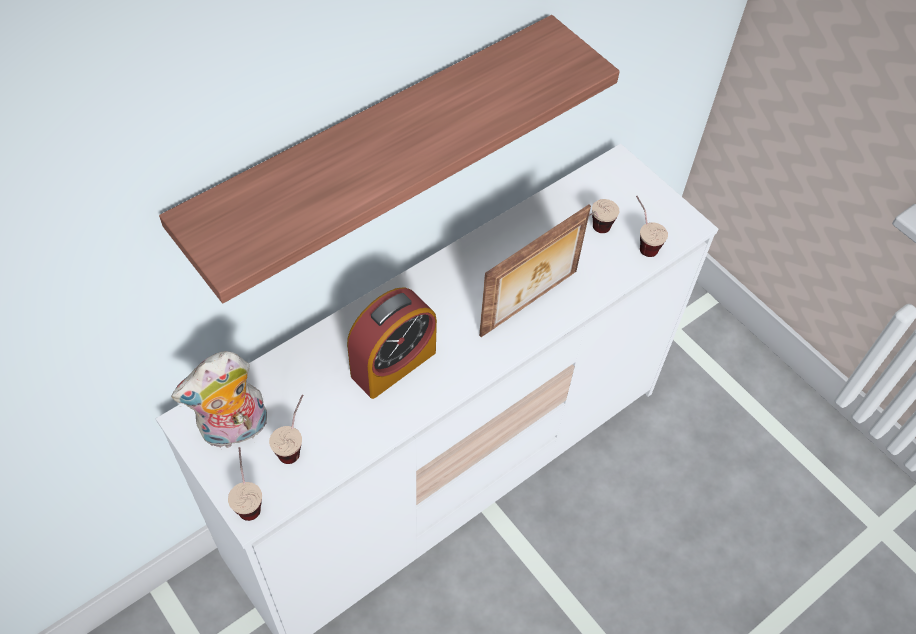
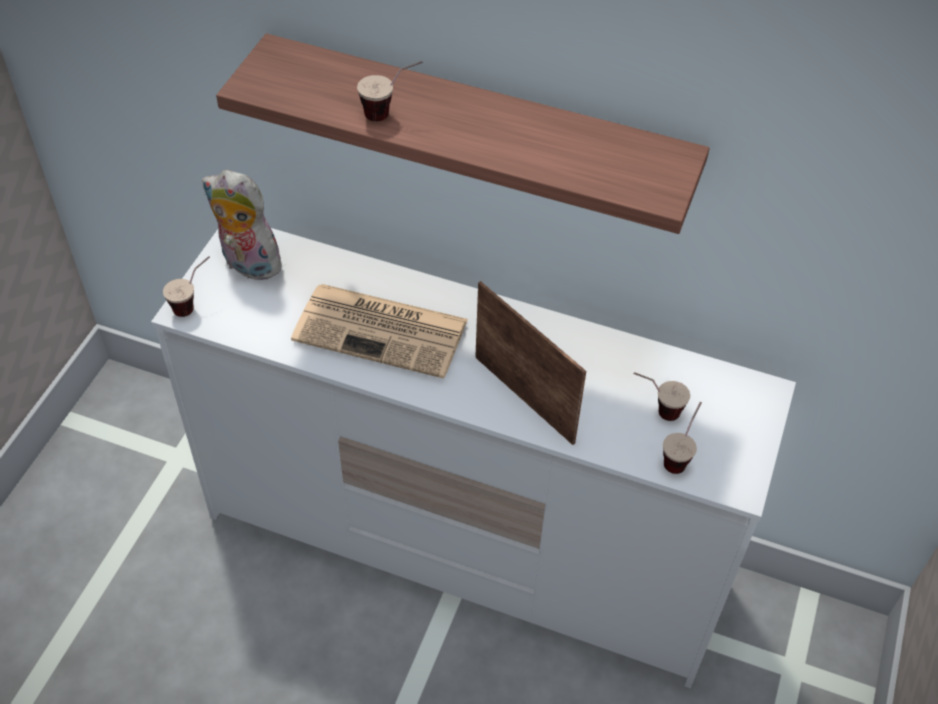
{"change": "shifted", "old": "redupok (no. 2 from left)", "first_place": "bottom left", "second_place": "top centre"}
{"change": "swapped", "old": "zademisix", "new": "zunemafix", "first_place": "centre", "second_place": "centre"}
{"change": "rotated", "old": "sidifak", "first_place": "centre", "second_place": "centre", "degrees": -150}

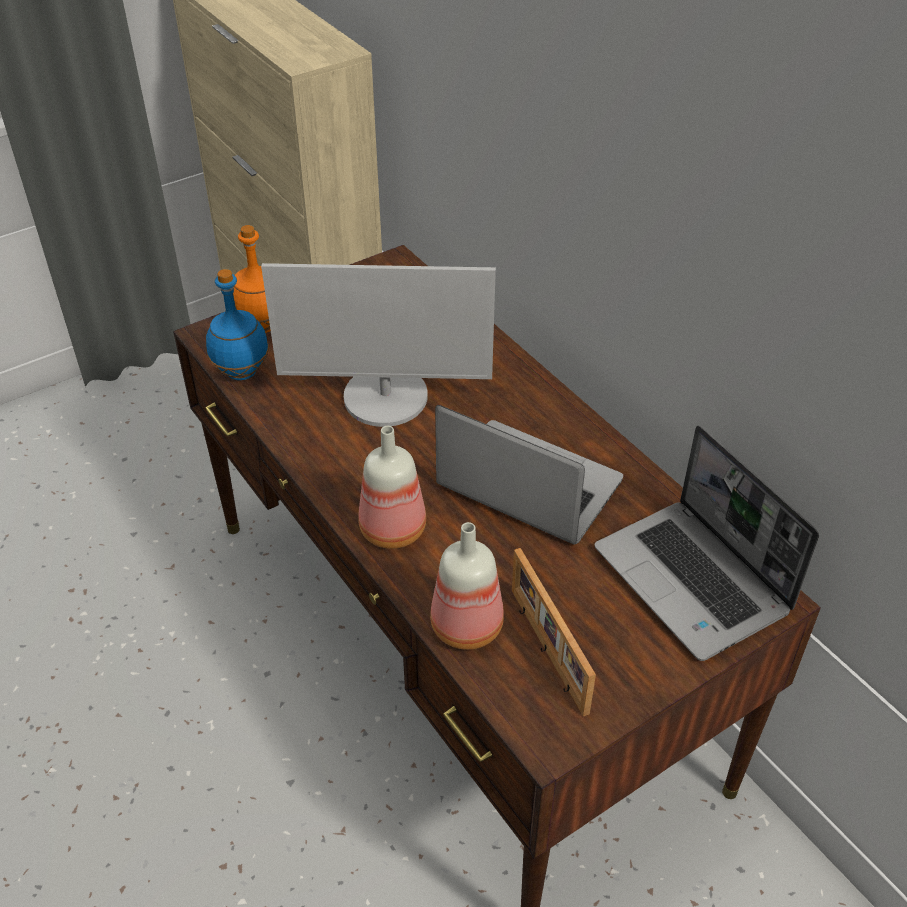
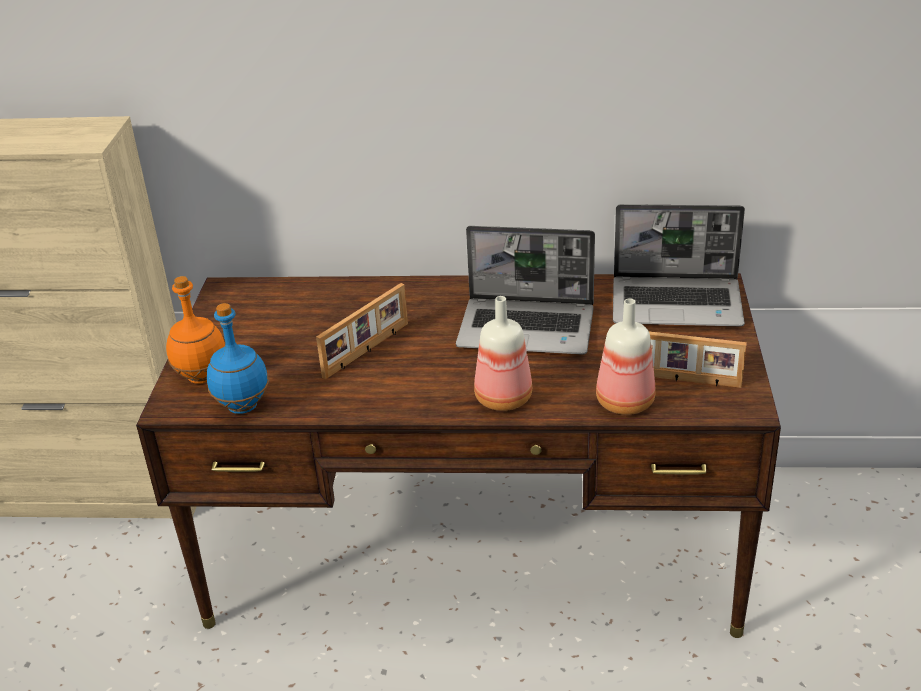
{"change": "swapped", "old": "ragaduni", "new": "sidifak (no. 1 from left)", "first_place": "centre", "second_place": "centre"}
{"change": "rotated", "old": "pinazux (no. 1 from left)", "first_place": "centre", "second_place": "centre", "degrees": -150}

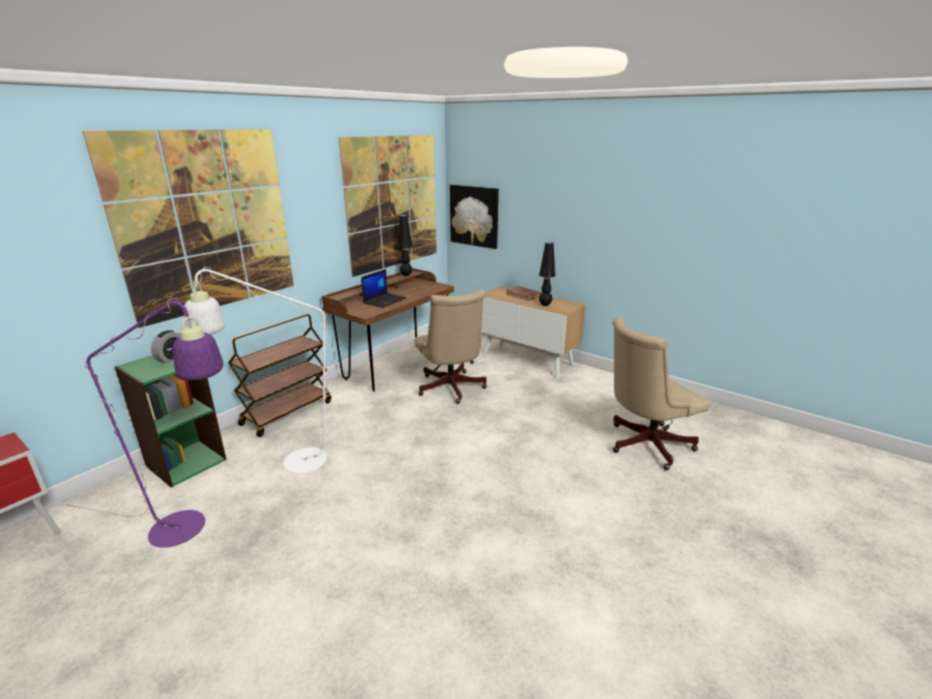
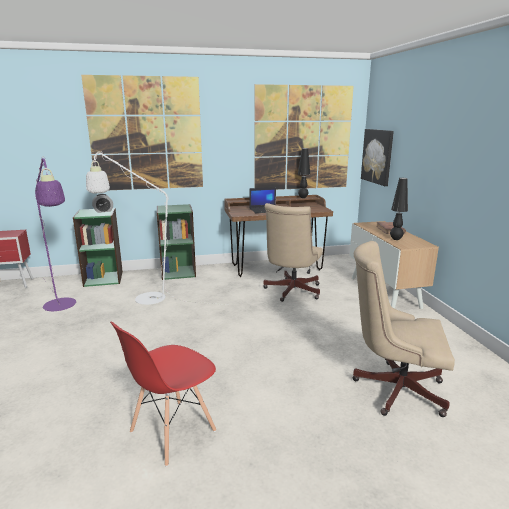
{"change": "new", "new": "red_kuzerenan", "second_place": "bottom left"}
{"change": "swapped", "old": "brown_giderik", "new": "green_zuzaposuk (no. 2 from left)", "first_place": "middle left", "second_place": "centre"}

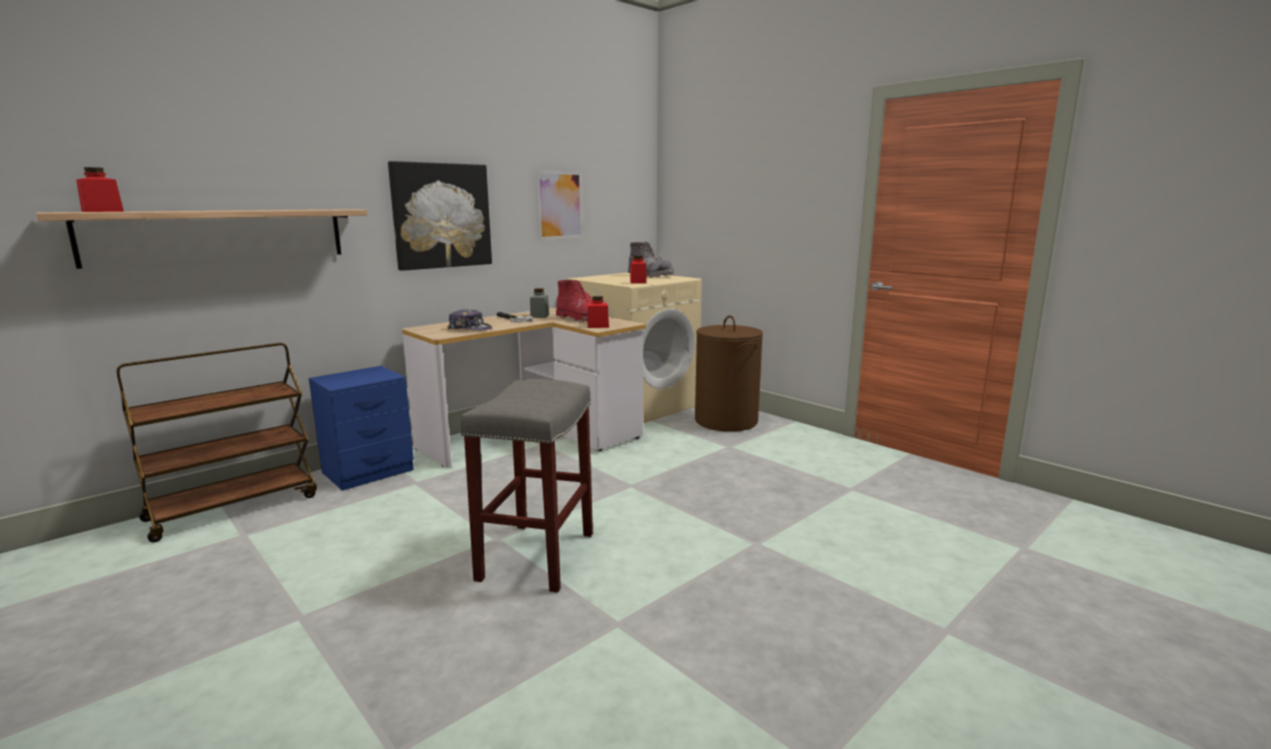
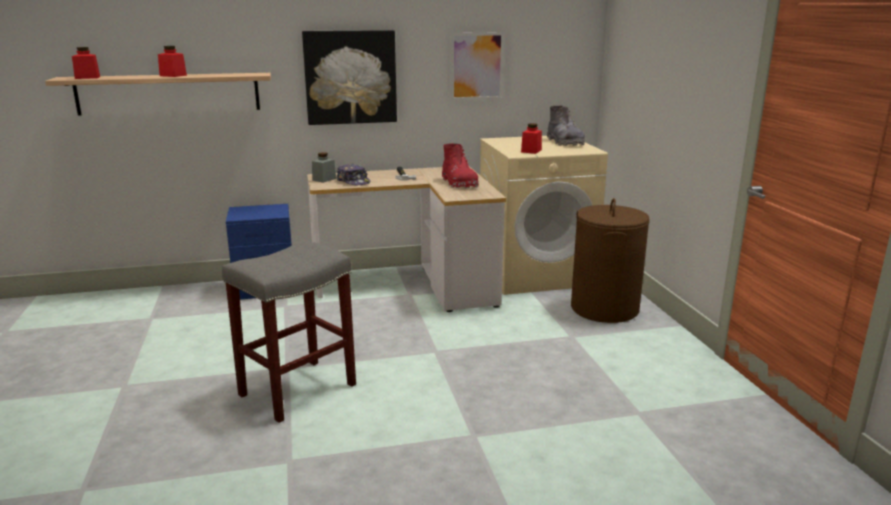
{"change": "gone", "old": "brown_giderik", "first_place": "middle left"}
{"change": "shifted", "old": "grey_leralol", "first_place": "centre", "second_place": "top centre"}
{"change": "shifted", "old": "red_leralol (no. 2 from left)", "first_place": "centre", "second_place": "top left"}

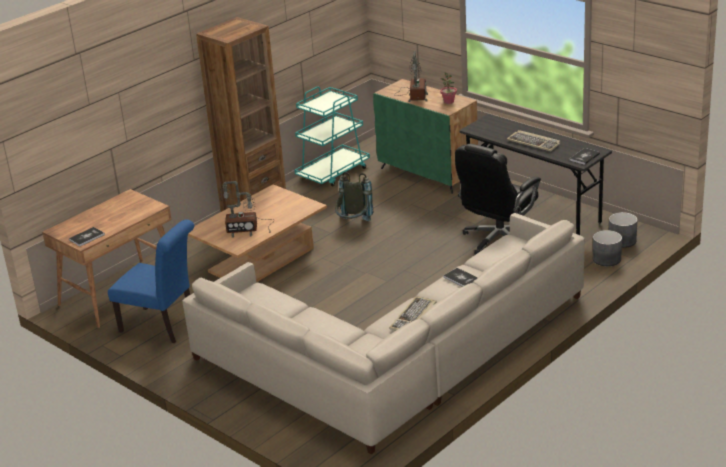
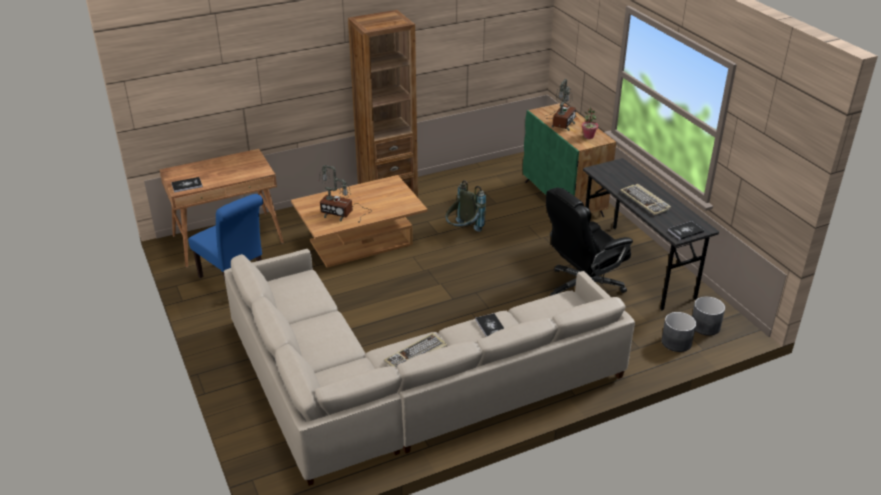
{"change": "gone", "old": "turquoise_giderik", "first_place": "top centre"}

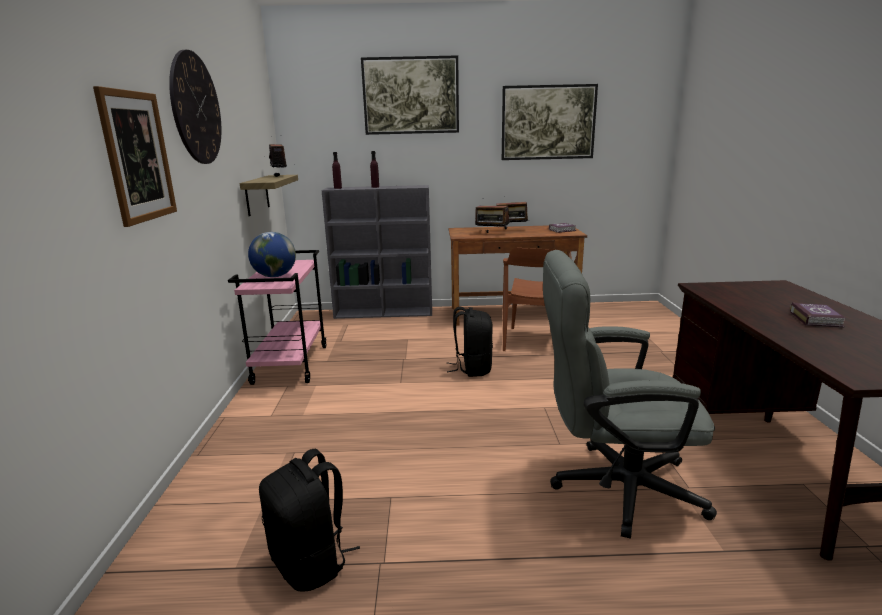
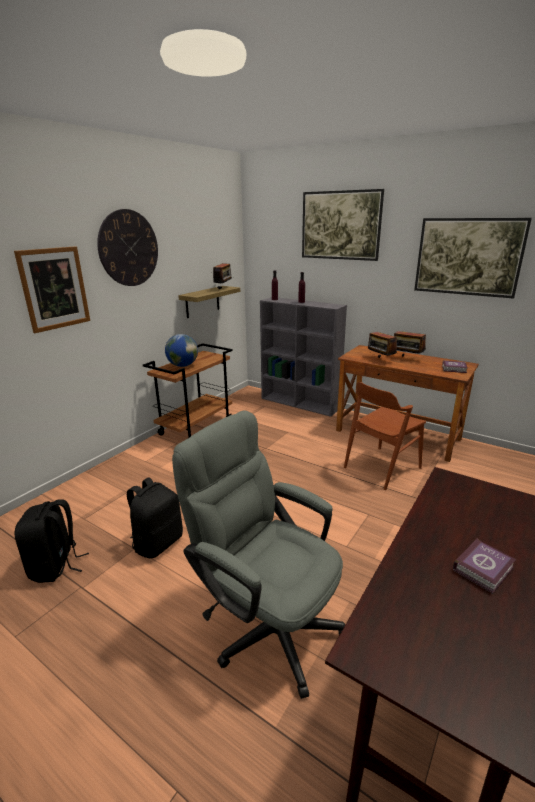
{"change": "shifted", "old": "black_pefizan (no. 2 from left)", "first_place": "centre", "second_place": "middle left"}
{"change": "repainted", "old": "pink_giderik", "new": "brown_giderik", "first_place": "middle left", "second_place": "centre"}

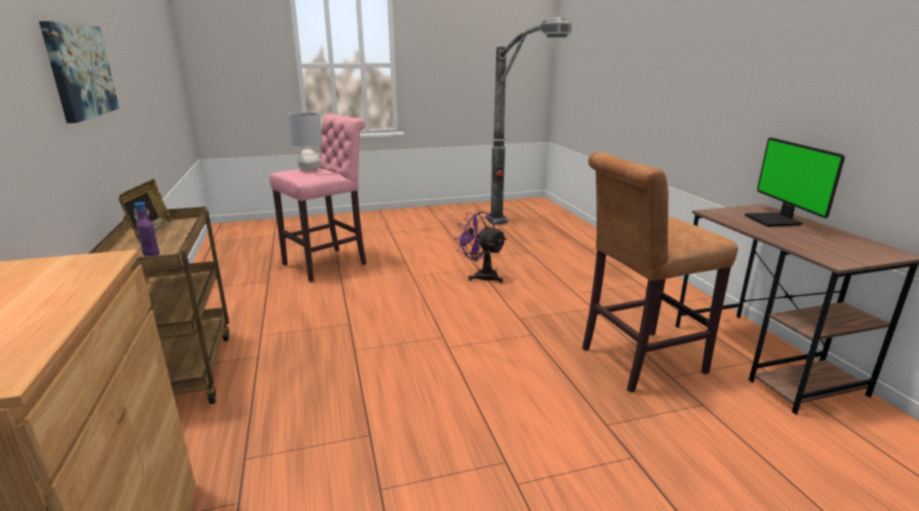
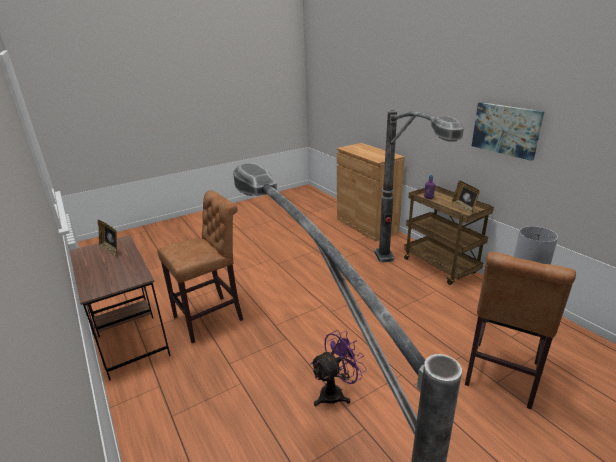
{"change": "gone", "old": "ragaduni", "first_place": "middle right"}
{"change": "new", "new": "sidifak (no. 1 from left)", "second_place": "middle left"}
{"change": "new", "new": "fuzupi (no. 2 from left)", "second_place": "middle right"}
{"change": "repainted", "old": "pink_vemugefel", "new": "brown_vemugefel (no. 2 from left)", "first_place": "centre", "second_place": "bottom right"}
{"change": "rotated", "old": "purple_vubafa", "first_place": "centre", "second_place": "bottom centre", "degrees": -60}

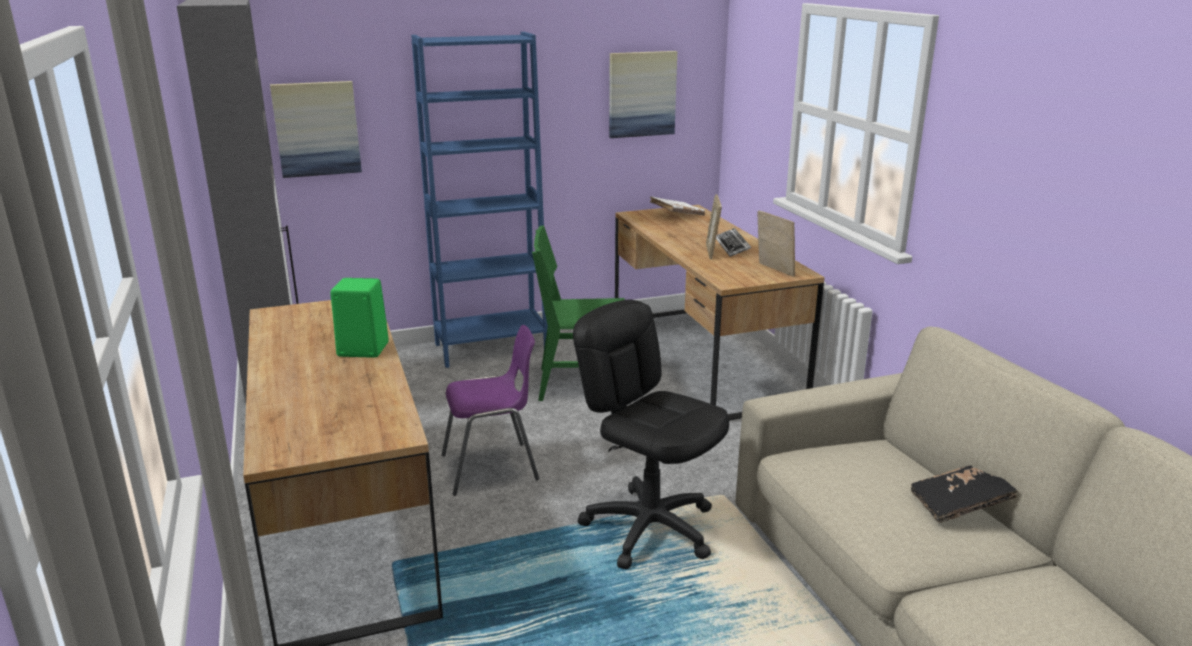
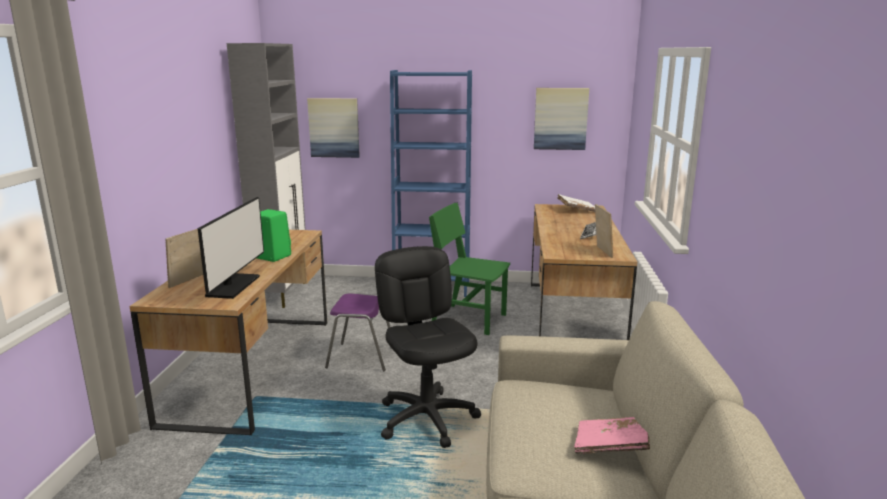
{"change": "new", "new": "ragaduni", "second_place": "middle left"}
{"change": "shifted", "old": "sidifak (no. 1 from left)", "first_place": "centre", "second_place": "middle left"}
{"change": "repainted", "old": "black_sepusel", "new": "pink_sepusel", "first_place": "bottom right", "second_place": "bottom right"}

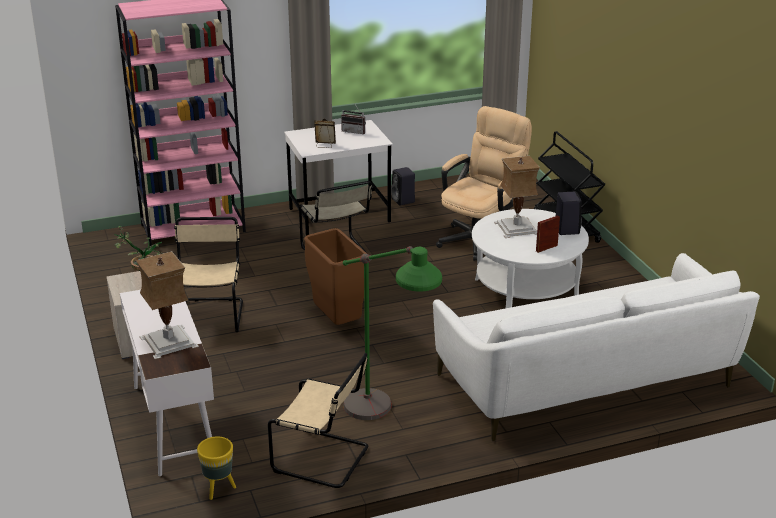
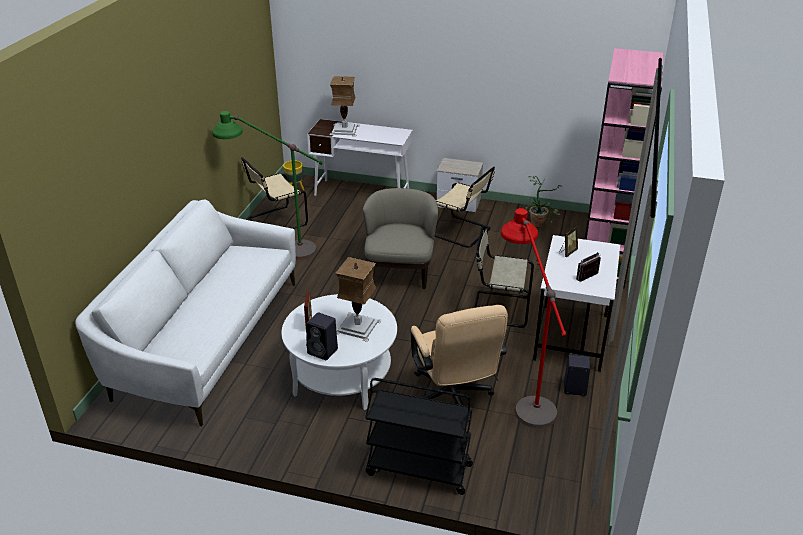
{"change": "new", "new": "red_fuzupi", "second_place": "centre"}
{"change": "swapped", "old": "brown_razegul", "new": "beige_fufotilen", "first_place": "centre", "second_place": "centre"}

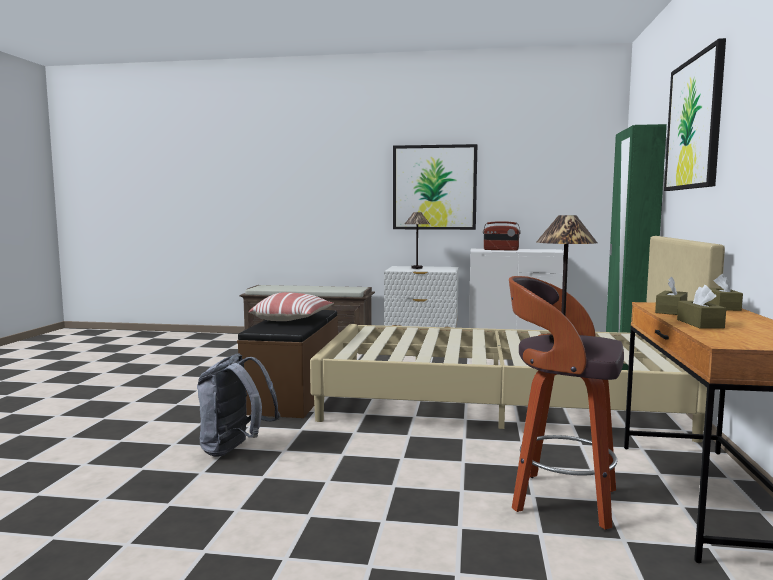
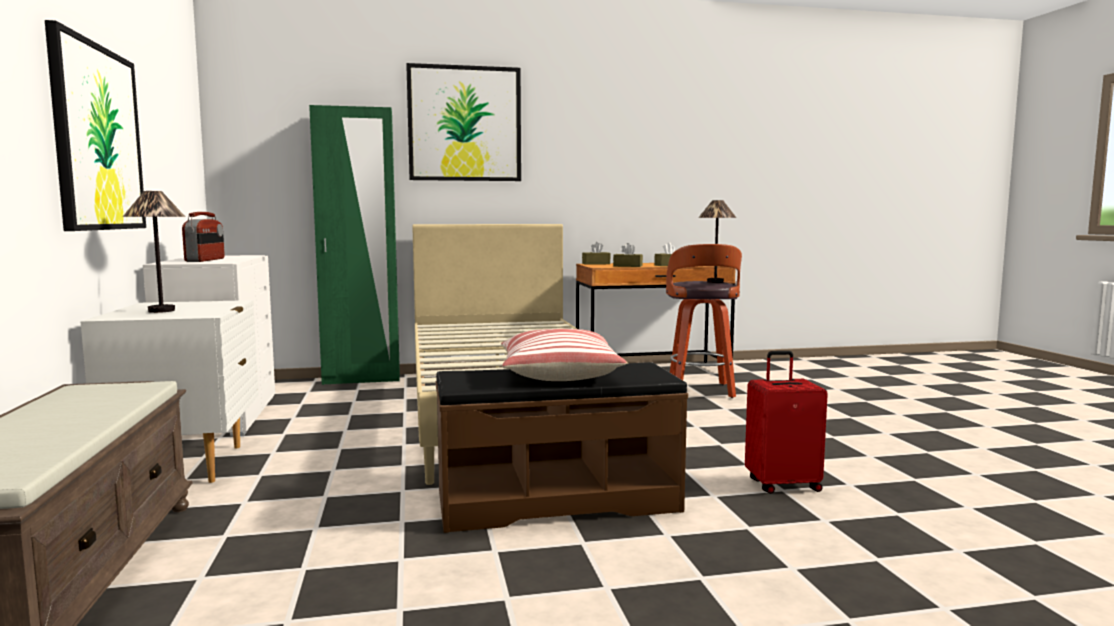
{"change": "swapped", "old": "grey_pefizan", "new": "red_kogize", "first_place": "bottom left", "second_place": "bottom right"}

